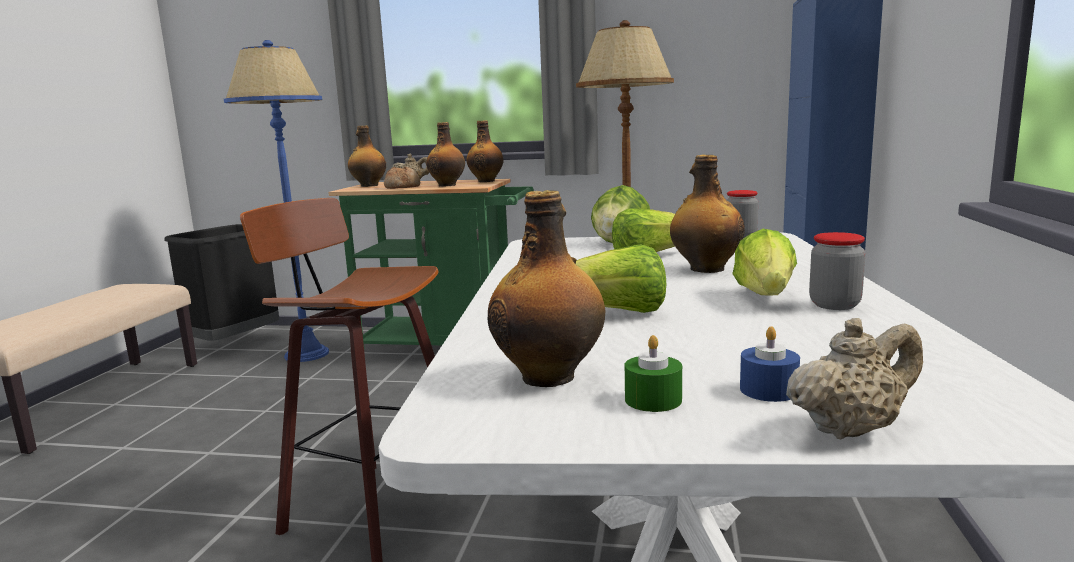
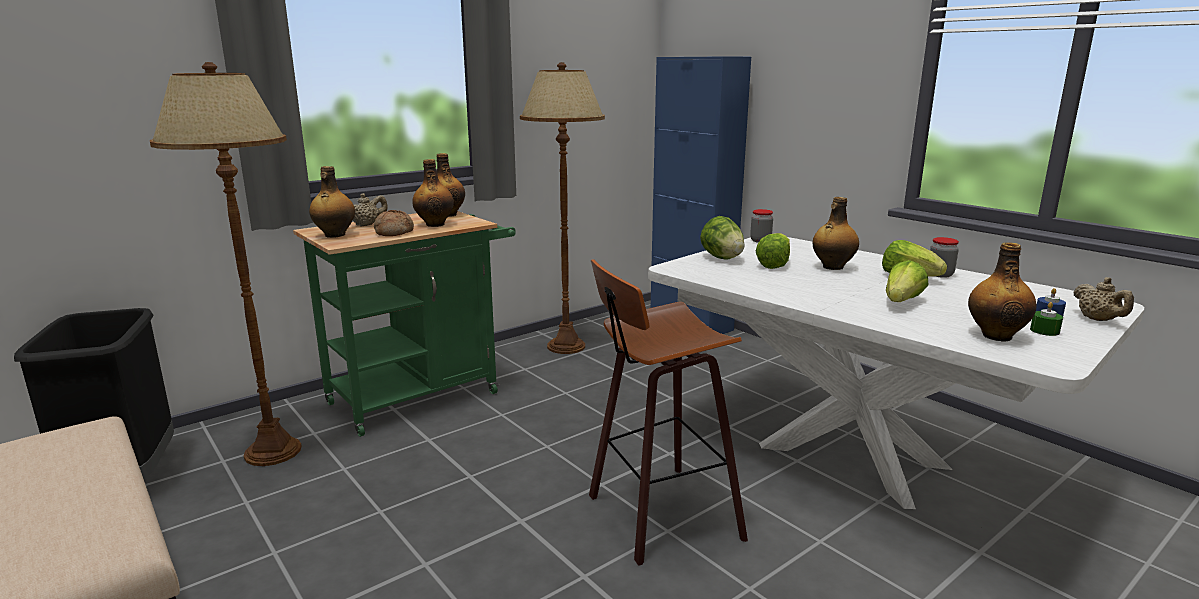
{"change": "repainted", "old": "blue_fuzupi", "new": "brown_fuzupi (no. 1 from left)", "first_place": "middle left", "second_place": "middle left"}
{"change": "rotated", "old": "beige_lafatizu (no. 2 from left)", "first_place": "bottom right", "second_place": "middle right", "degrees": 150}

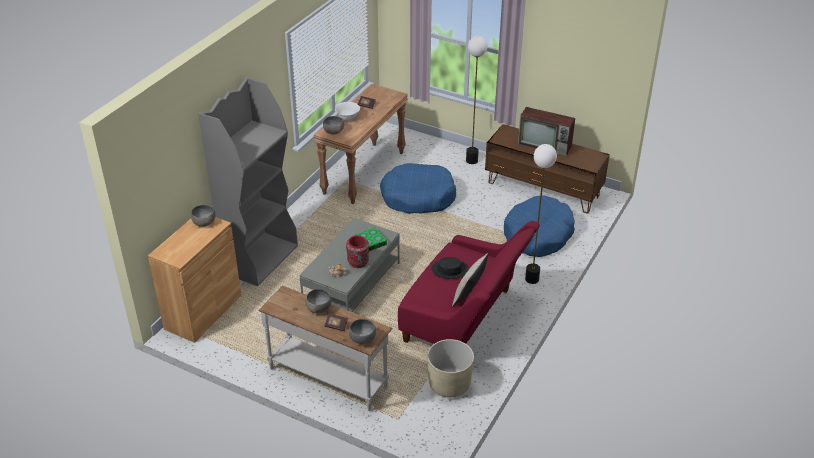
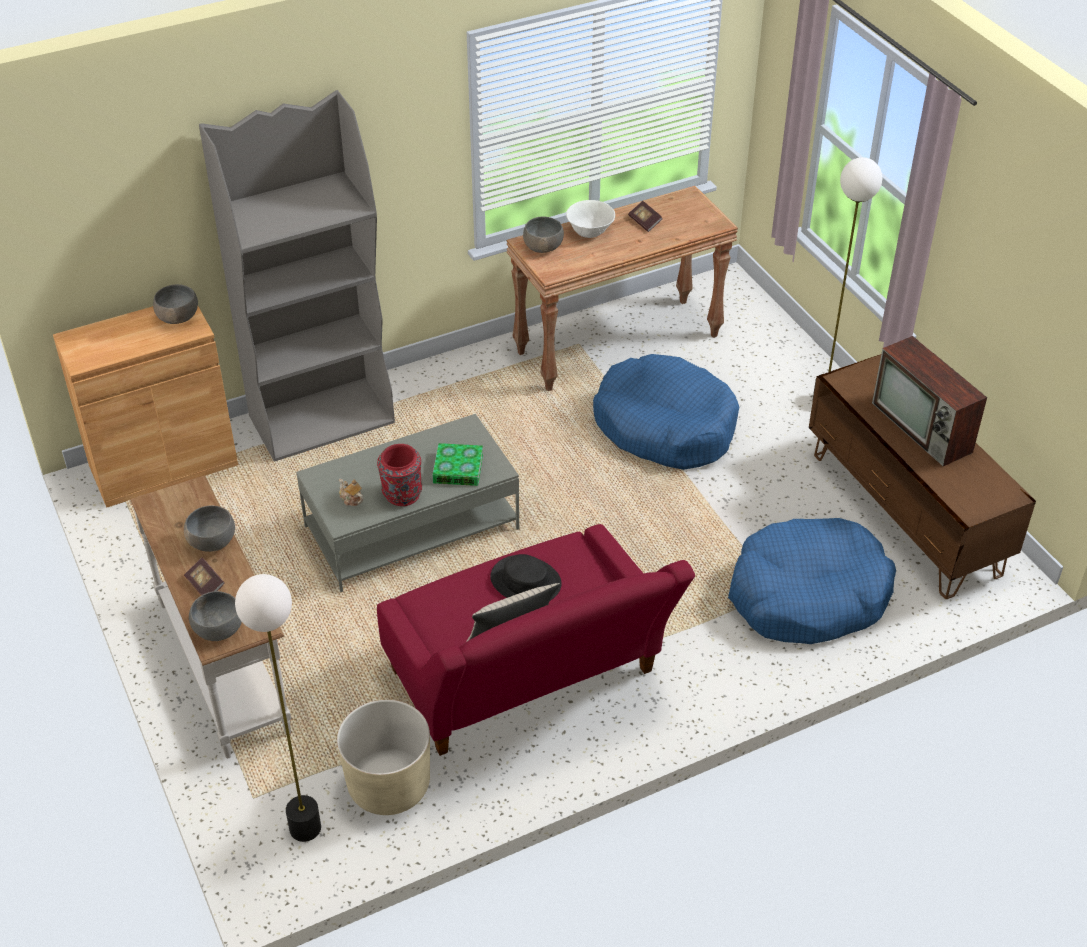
{"change": "shifted", "old": "fuzupi (no. 2 from left in the first image)", "new": "fuzupi (no. 1 from left)", "first_place": "centre", "second_place": "bottom left"}

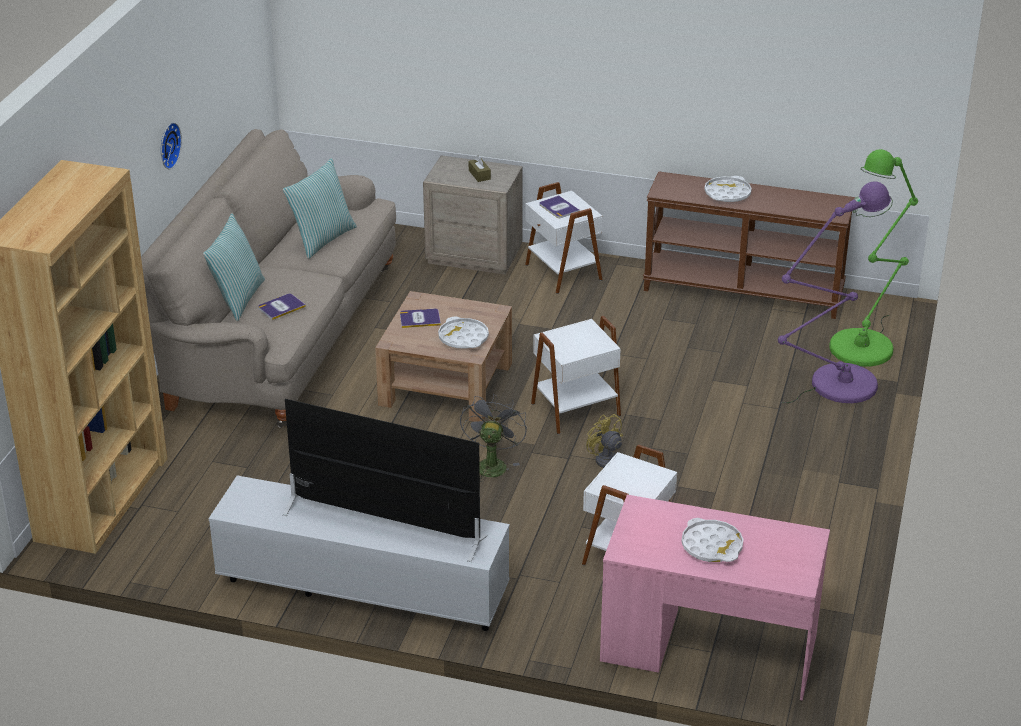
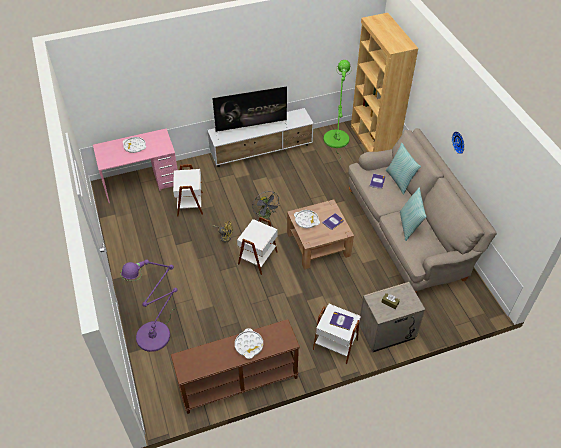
{"change": "shifted", "old": "green_fuzupi", "first_place": "middle right", "second_place": "top centre"}

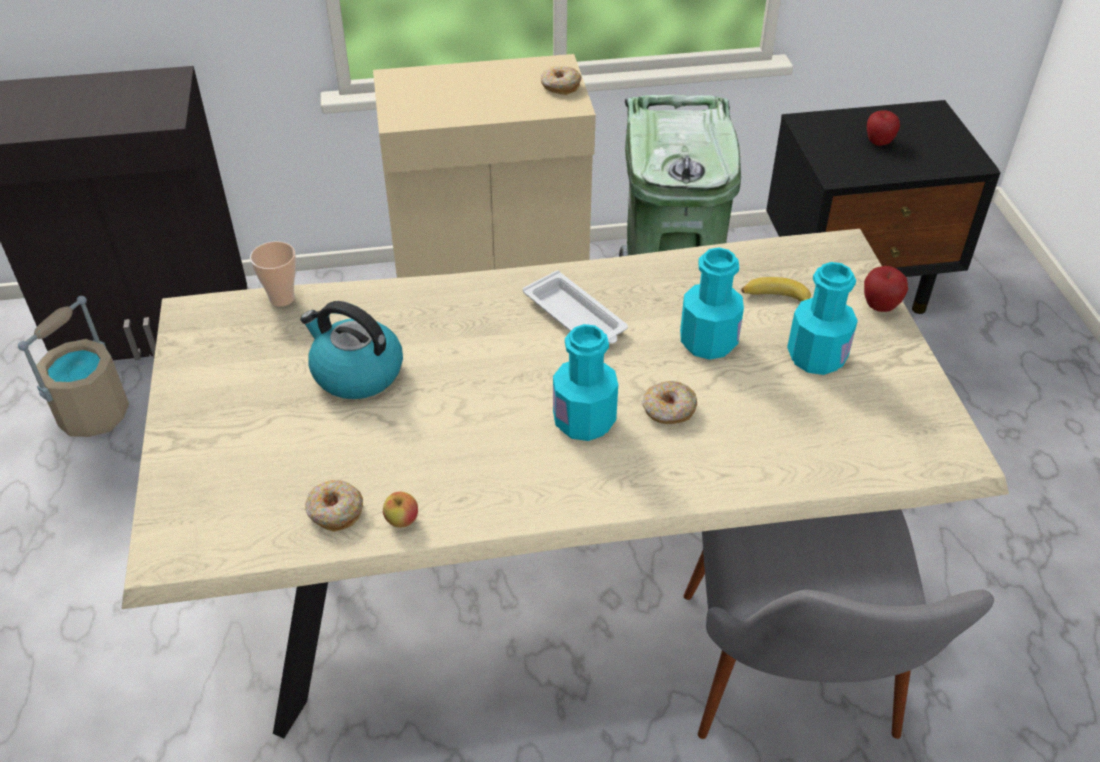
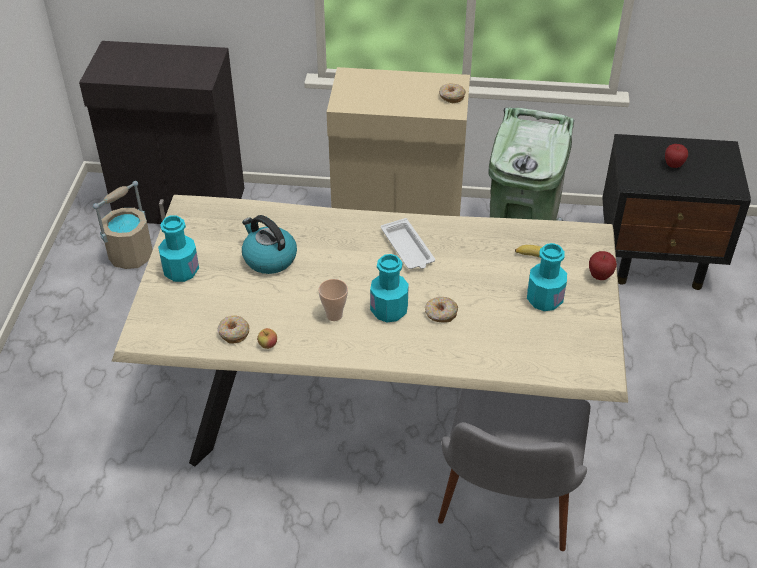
{"change": "shifted", "old": "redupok", "first_place": "middle left", "second_place": "centre"}
{"change": "shifted", "old": "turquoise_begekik (no. 2 from left in the first image)", "new": "turquoise_begekik (no. 1 from left)", "first_place": "centre", "second_place": "middle left"}

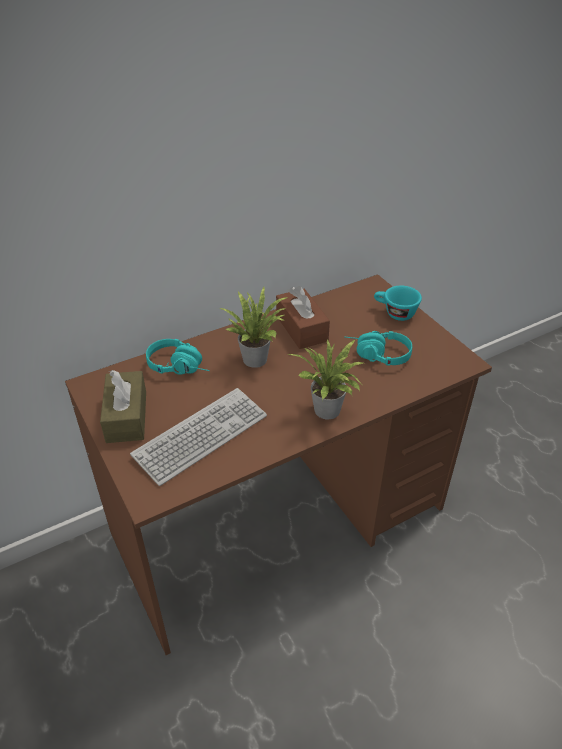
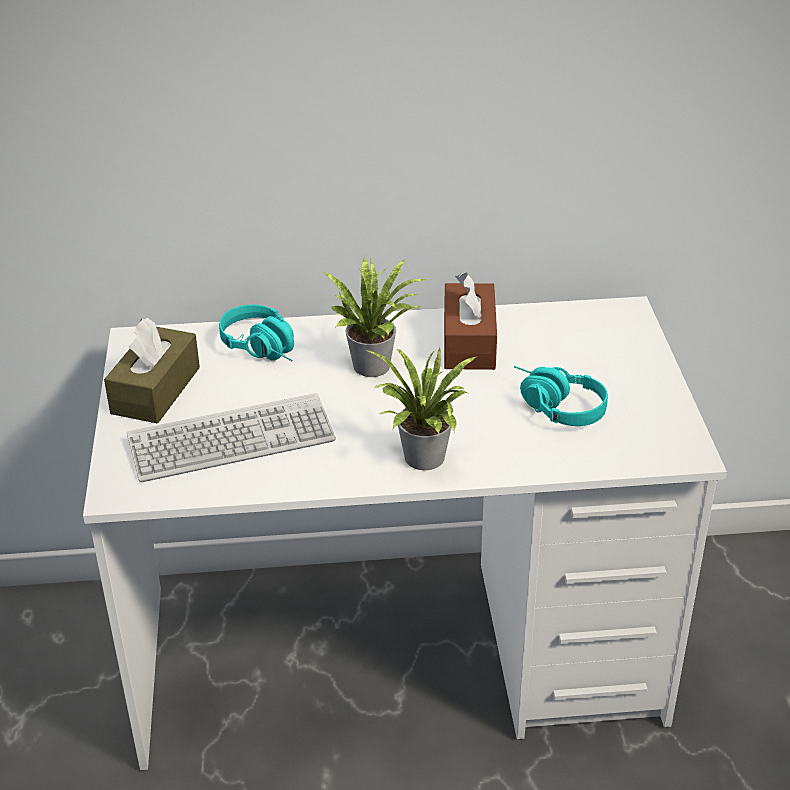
{"change": "gone", "old": "turquoise_redupok", "first_place": "middle right"}
{"change": "repainted", "old": "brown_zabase", "new": "white_zabase", "first_place": "centre", "second_place": "bottom centre"}

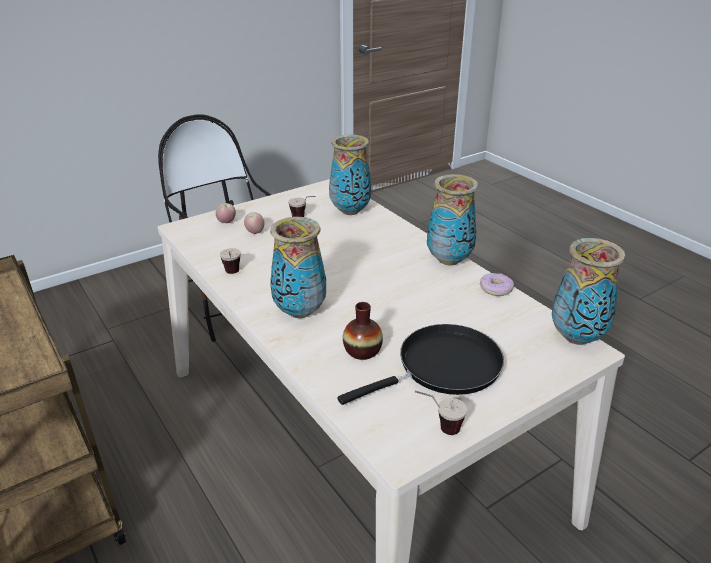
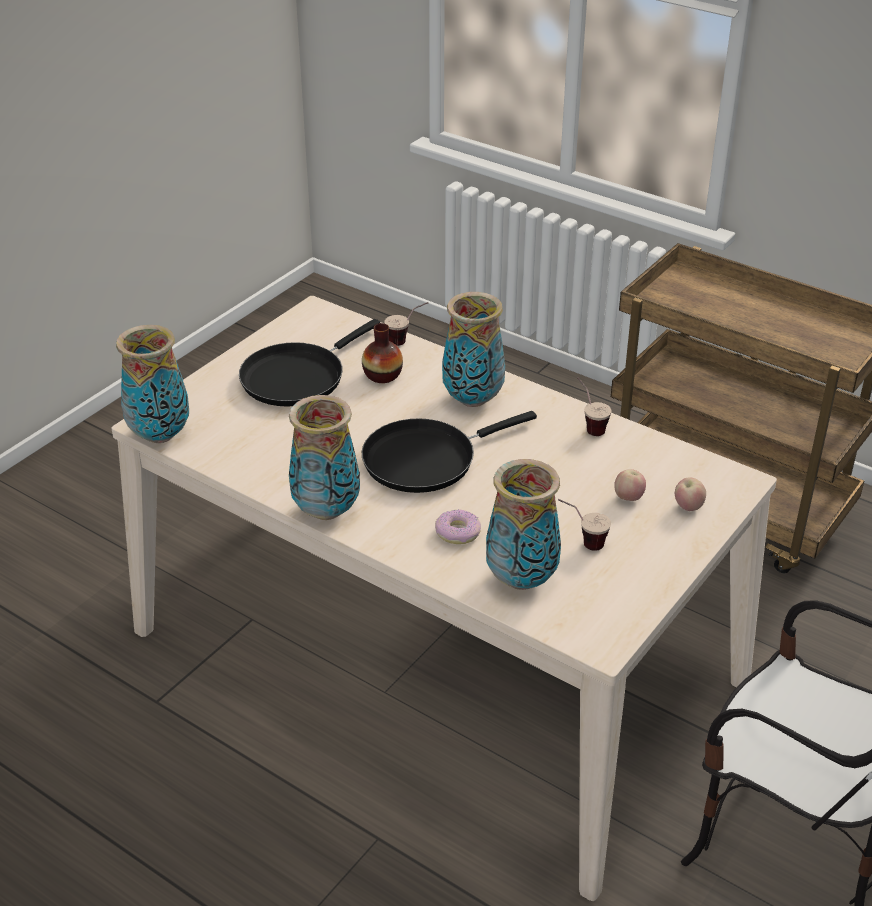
{"change": "new", "new": "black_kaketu (no. 2 from left)", "second_place": "centre"}
{"change": "shifted", "old": "redupok (no. 3 from left in the first image)", "new": "redupok (no. 1 from left)", "first_place": "bottom centre", "second_place": "centre"}
{"change": "shifted", "old": "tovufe", "first_place": "middle right", "second_place": "centre"}

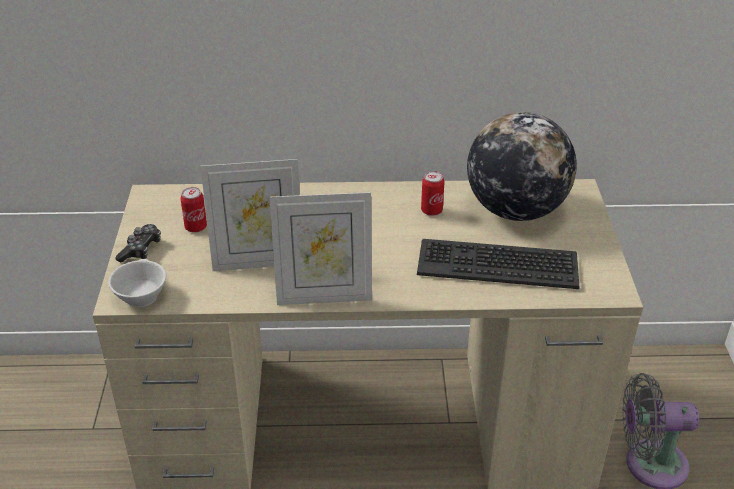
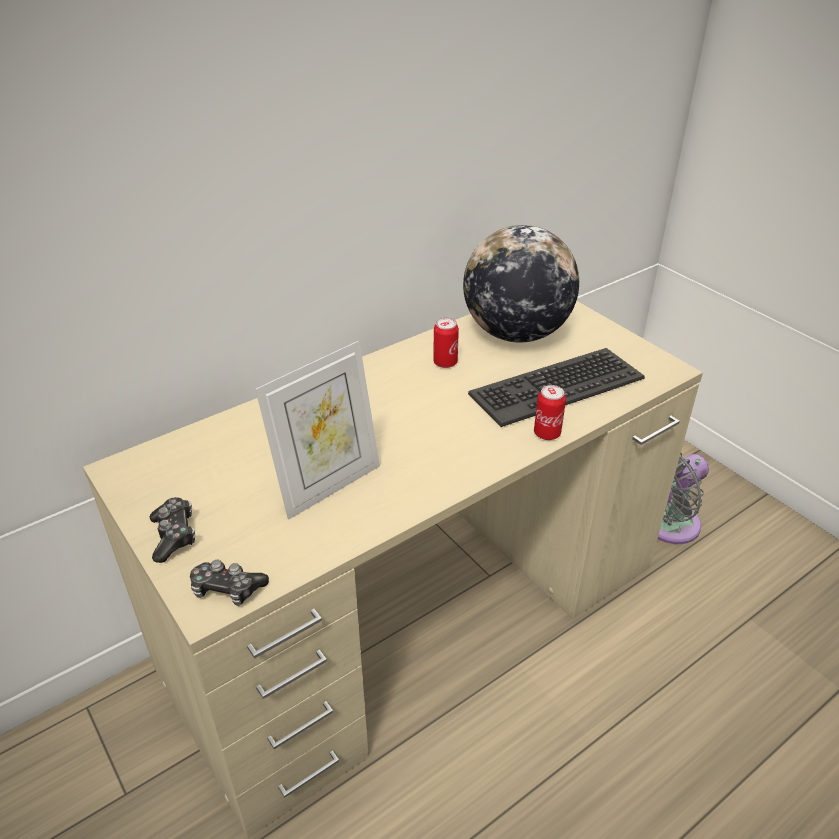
{"change": "gone", "old": "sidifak (no. 2 from left)", "first_place": "centre"}
{"change": "shifted", "old": "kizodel (no. 1 from left in the first image)", "new": "kizodel (no. 2 from left)", "first_place": "middle left", "second_place": "centre"}
{"change": "swapped", "old": "white_redupok", "new": "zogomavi (no. 2 from left)", "first_place": "middle left", "second_place": "bottom left"}

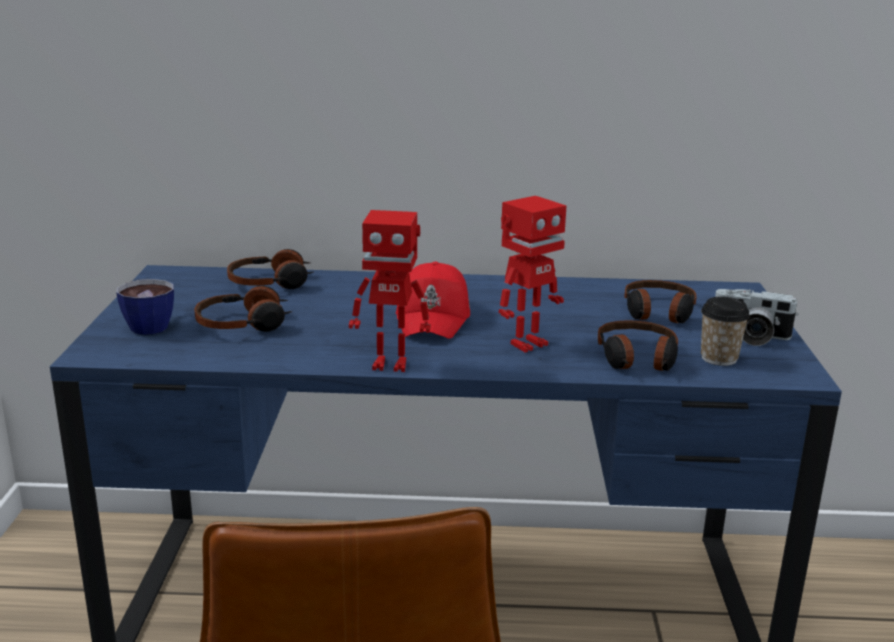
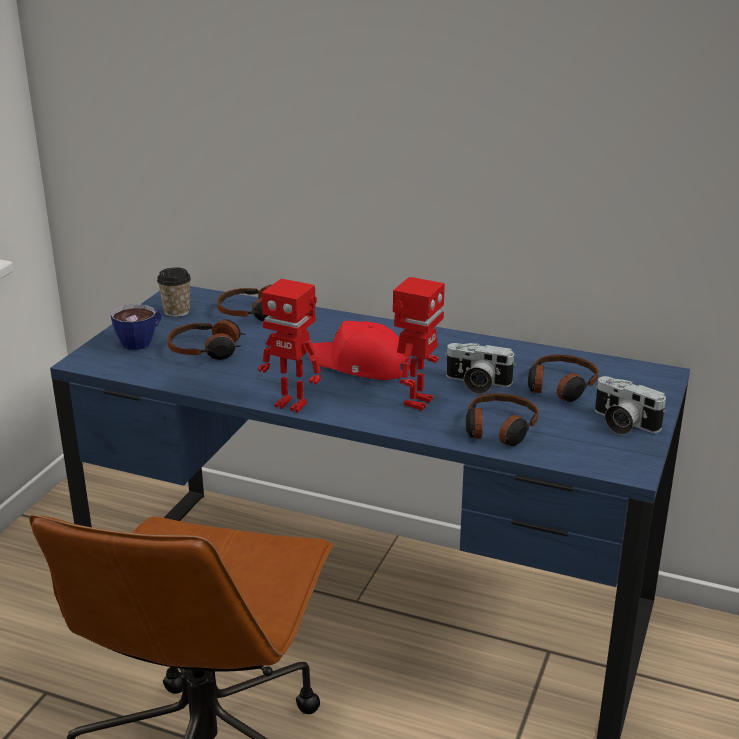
{"change": "new", "new": "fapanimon (no. 1 from left)", "second_place": "centre"}
{"change": "shifted", "old": "redupok (no. 2 from left)", "first_place": "middle right", "second_place": "middle left"}
{"change": "rotated", "old": "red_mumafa", "first_place": "centre", "second_place": "centre", "degrees": 90}
{"change": "rotated", "old": "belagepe (no. 2 from left)", "first_place": "centre", "second_place": "centre", "degrees": -45}

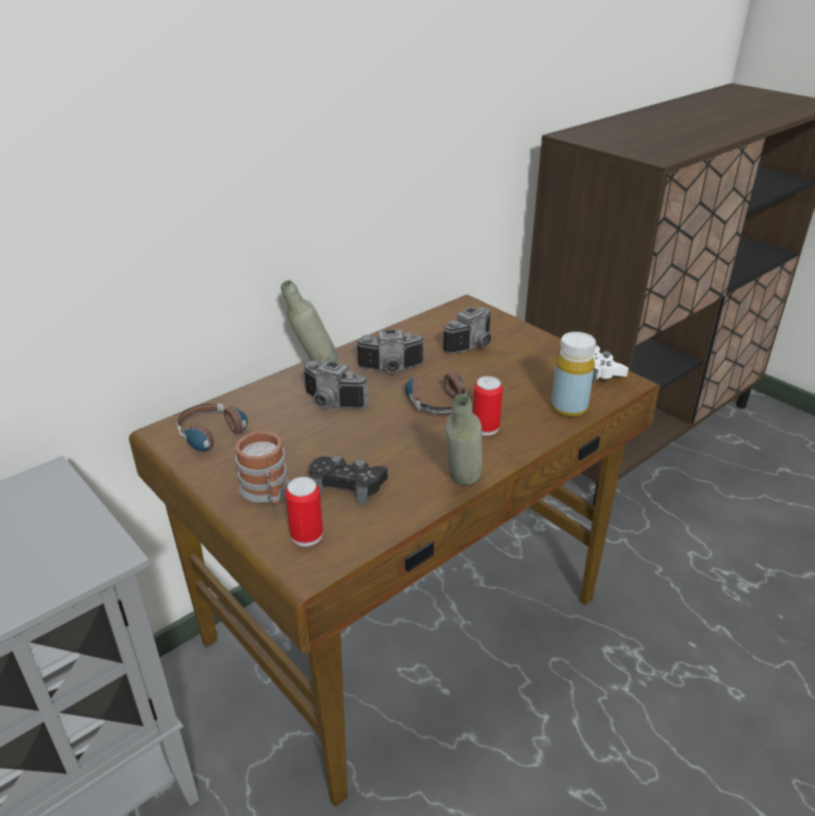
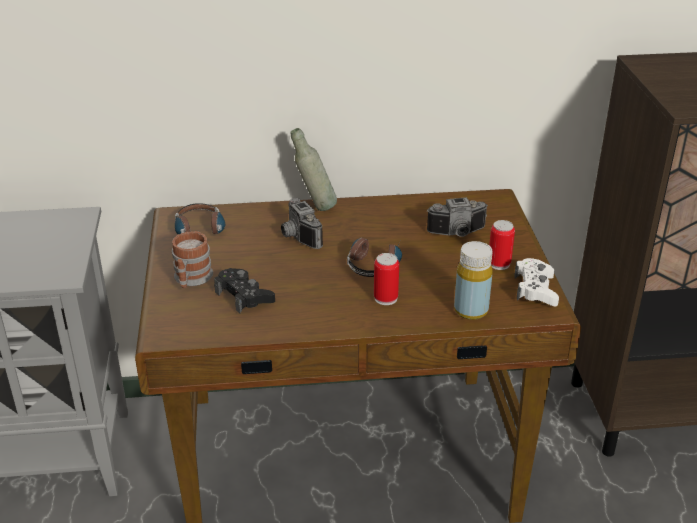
{"change": "gone", "old": "fapanimon (no. 2 from left)", "first_place": "centre"}
{"change": "gone", "old": "grey_begekik (no. 2 from left)", "first_place": "centre"}
{"change": "shifted", "old": "kizodel (no. 1 from left in the first image)", "new": "kizodel (no. 2 from left)", "first_place": "centre", "second_place": "middle right"}

